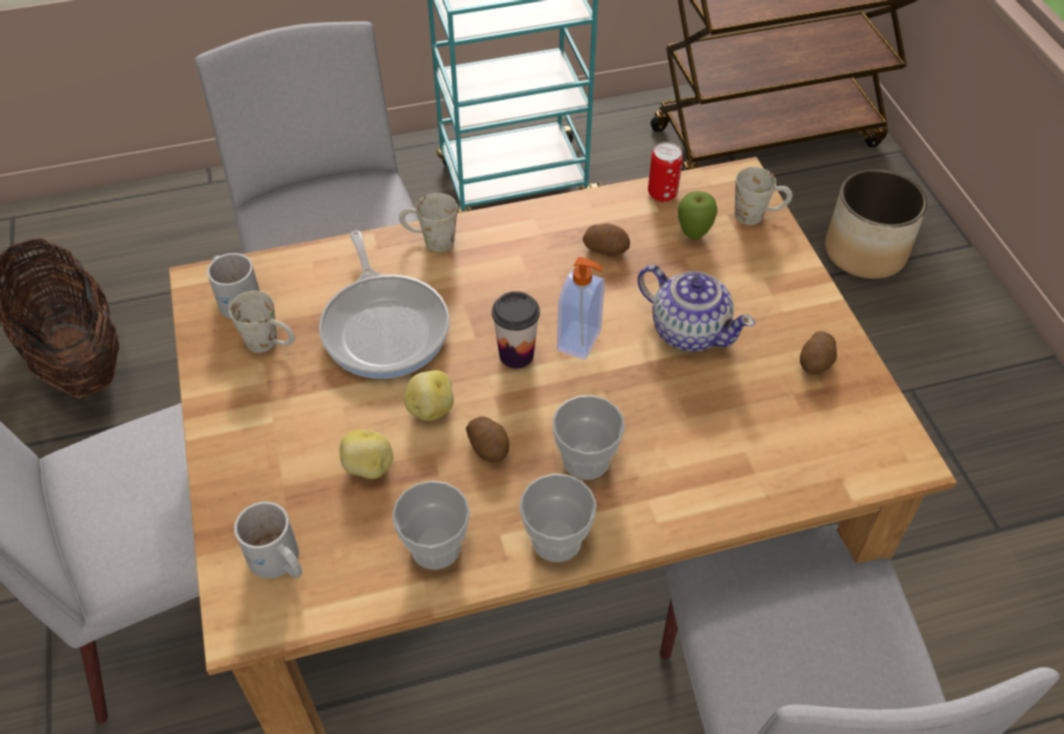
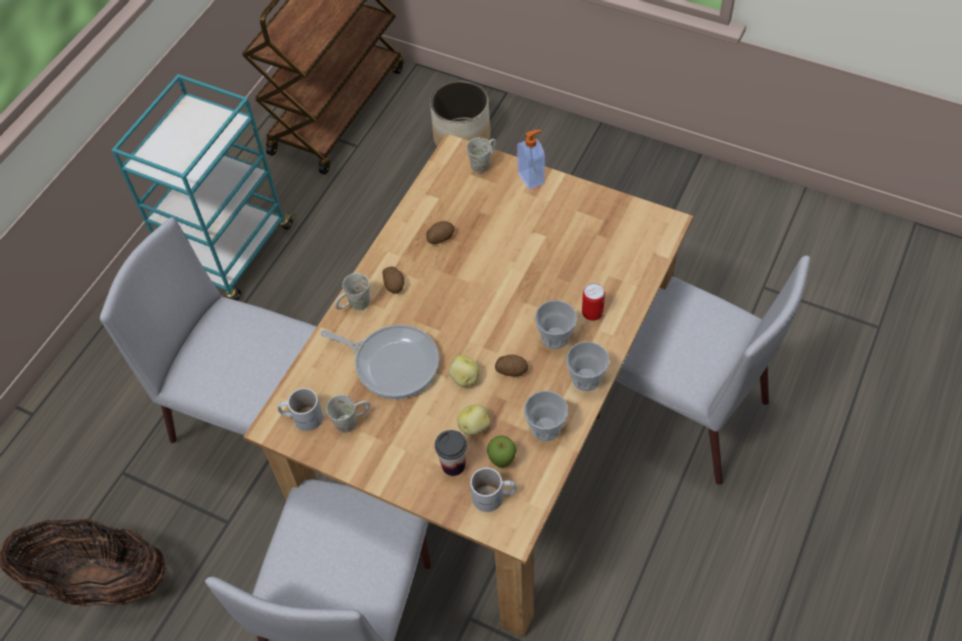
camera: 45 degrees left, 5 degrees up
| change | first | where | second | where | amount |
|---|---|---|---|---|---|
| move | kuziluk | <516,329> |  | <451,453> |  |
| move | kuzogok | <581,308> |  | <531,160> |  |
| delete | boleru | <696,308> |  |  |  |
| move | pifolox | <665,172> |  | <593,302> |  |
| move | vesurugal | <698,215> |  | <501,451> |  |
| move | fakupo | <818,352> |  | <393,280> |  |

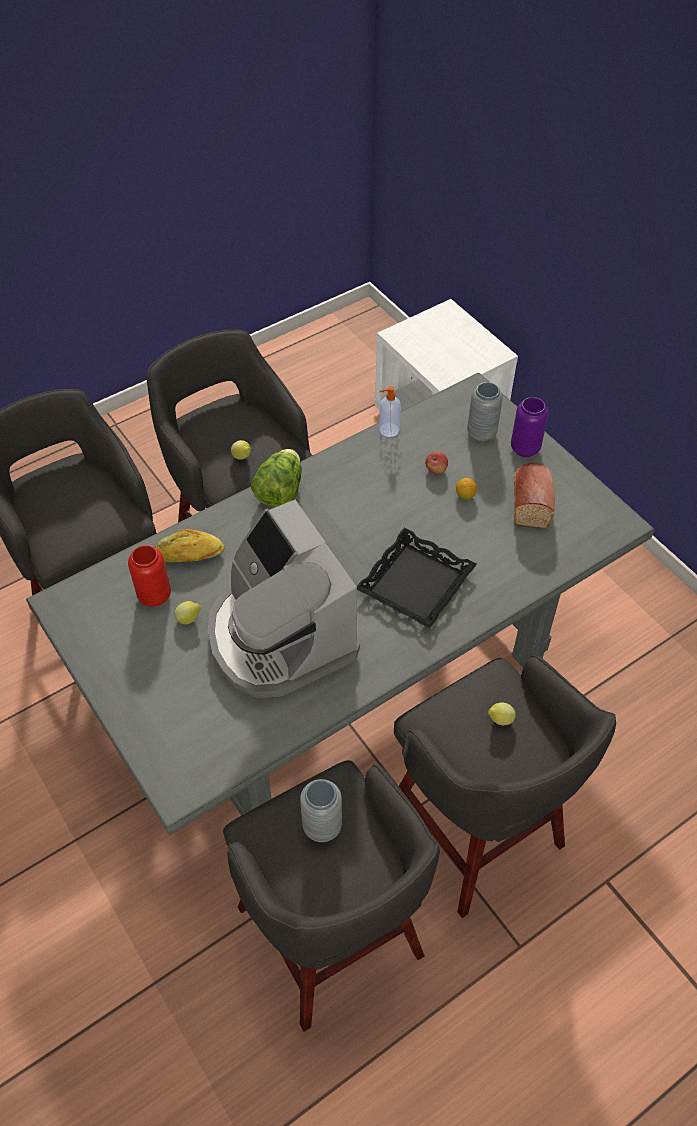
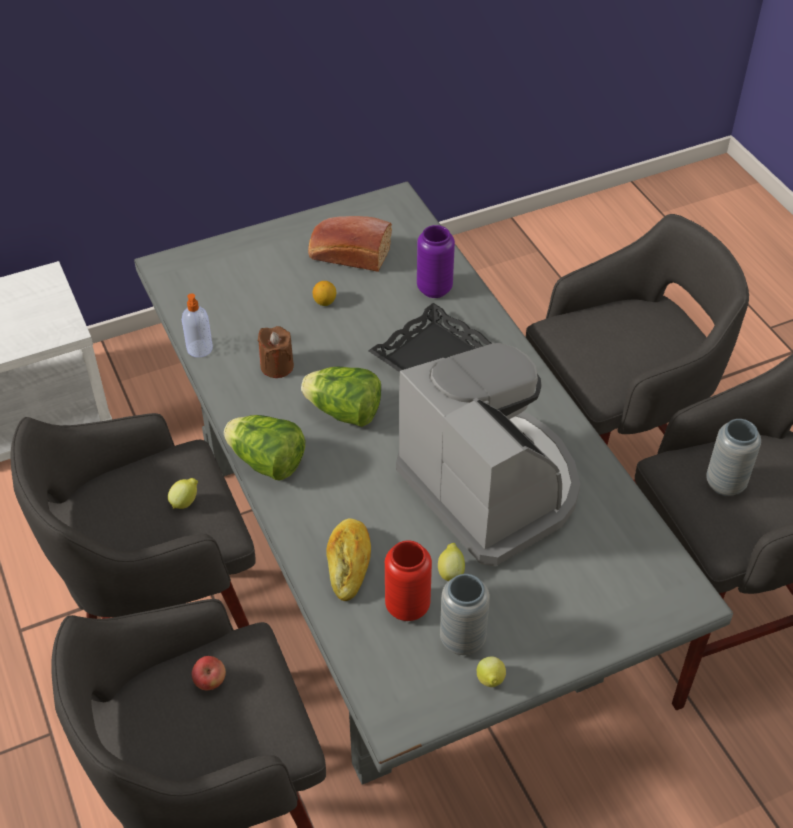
camera: 80 degrees left, 5 degrees down
| change | first | where | second | where | amount |
|---|---|---|---|---|---|
| rotate | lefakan | <284,599> |  | <488,454> | 105 degrees counterclockwise |
| move | vesurugal | <436,463> |  | <209,673> |  |
| move | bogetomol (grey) | <485,412> |  | <465,614> |  |
| move | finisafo | <502,713> |  | <491,671> |  |
| move | bogetomol (purple) | <529,427> |  | <436,261> |  |
| insert |  |  | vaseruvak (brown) | <276,352> |  |
| insert |  |  | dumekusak | <341,397> |  |

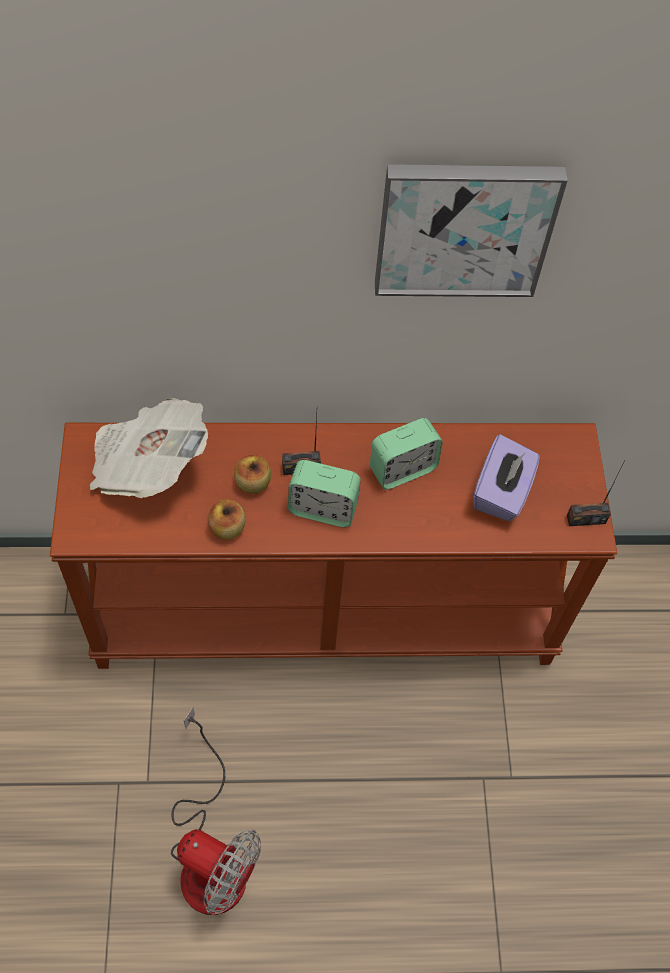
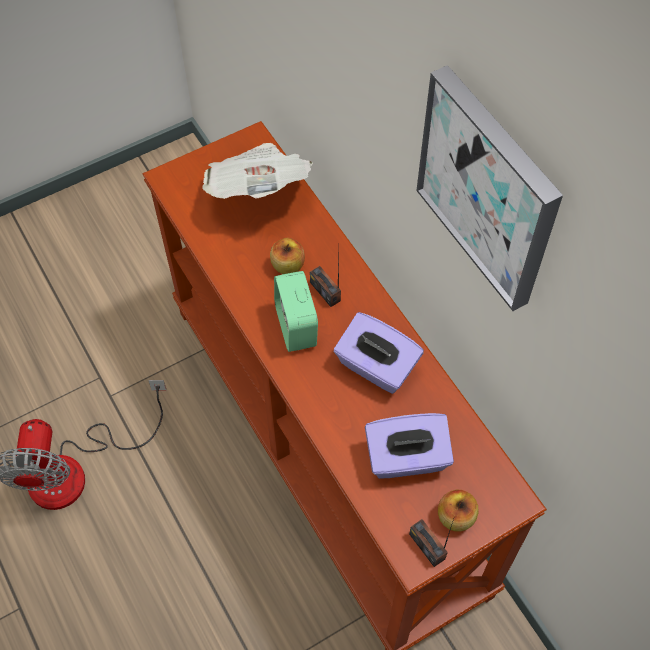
camera: 65 degrees right, 0 degrees up
| change | first | where | second | where | amount |
|---|---|---|---|---|---|
| move | vesurugal | <226,519> |  | <458,511> |  |
| replace | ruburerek | <406,454> | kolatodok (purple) | <379,353> |  |

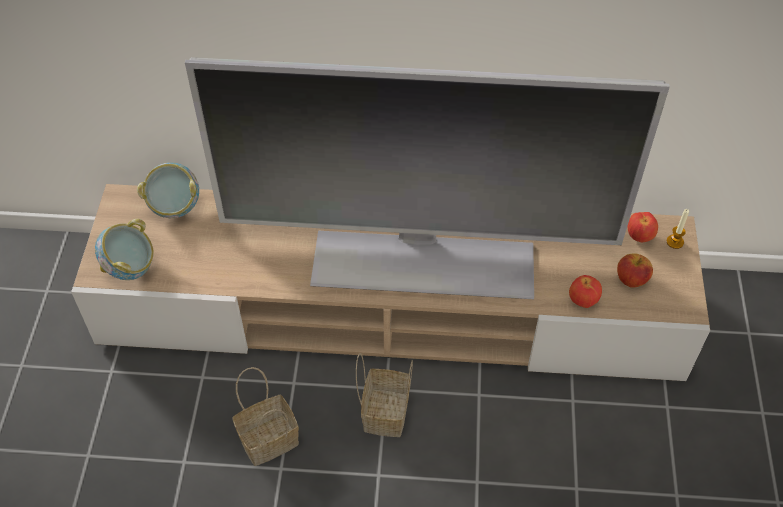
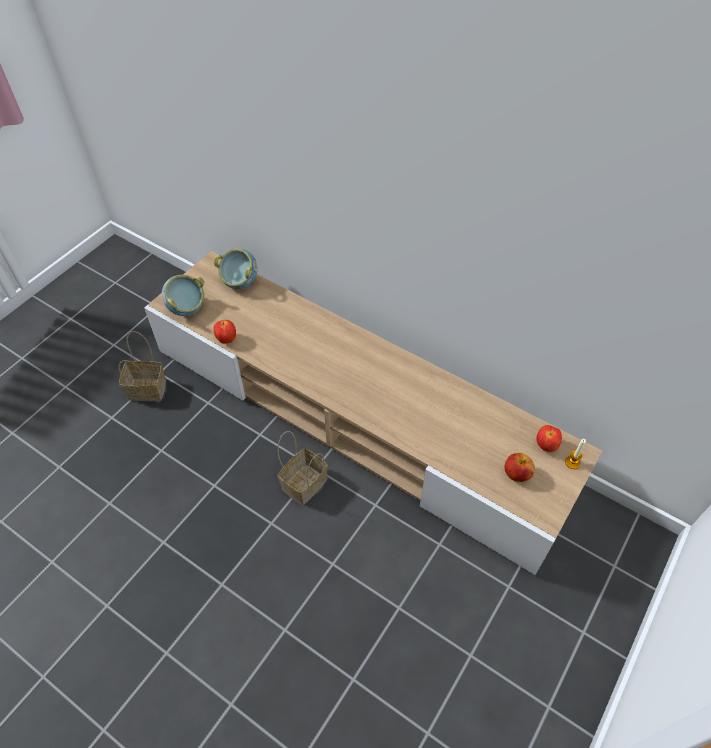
camera: 30 degrees right, 0 degrees up
| change | first | where | second | where | amount |
|---|---|---|---|---|---|
| delete | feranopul | <427,178> |  |  |  |
| move | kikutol | <265,416> |  | <142,366> |  |
| move | vesurugal | <585,291> |  | <225,332> |  |

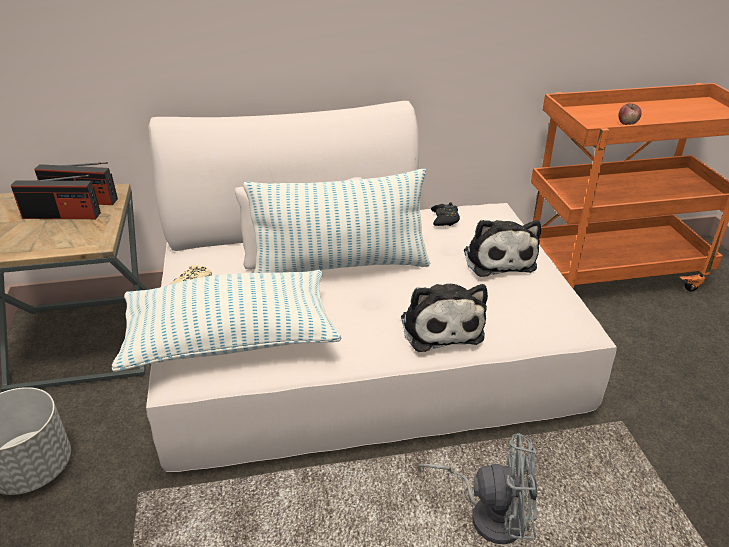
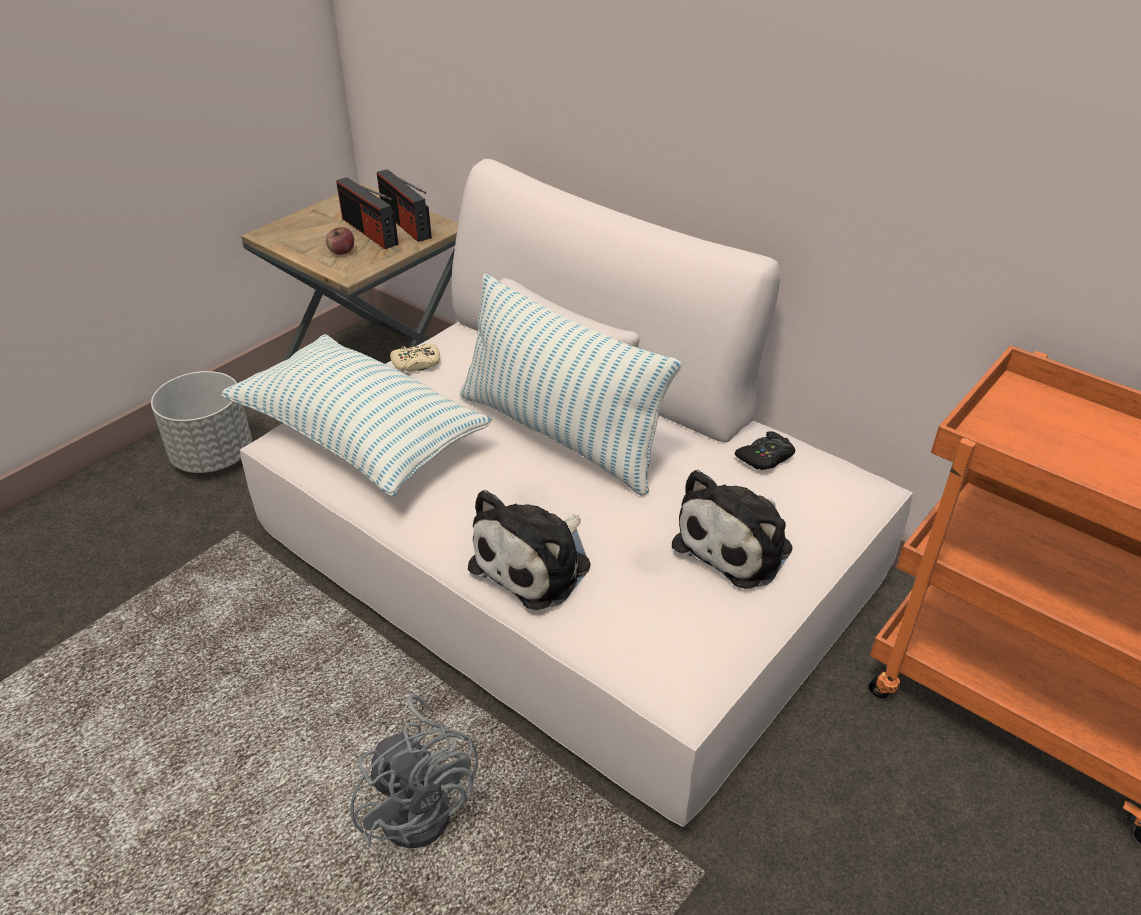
camera: 50 degrees right, 5 degrees up
| change | first | where | second | where | amount |
|---|---|---|---|---|---|
| move | vesurugal | <630,114> |  | <340,241> |  |

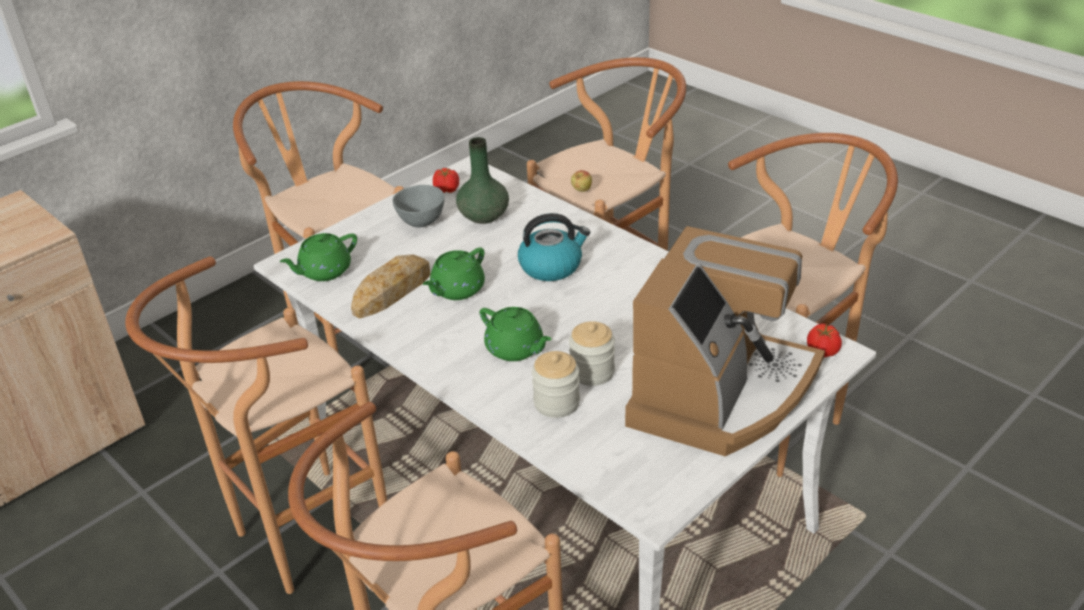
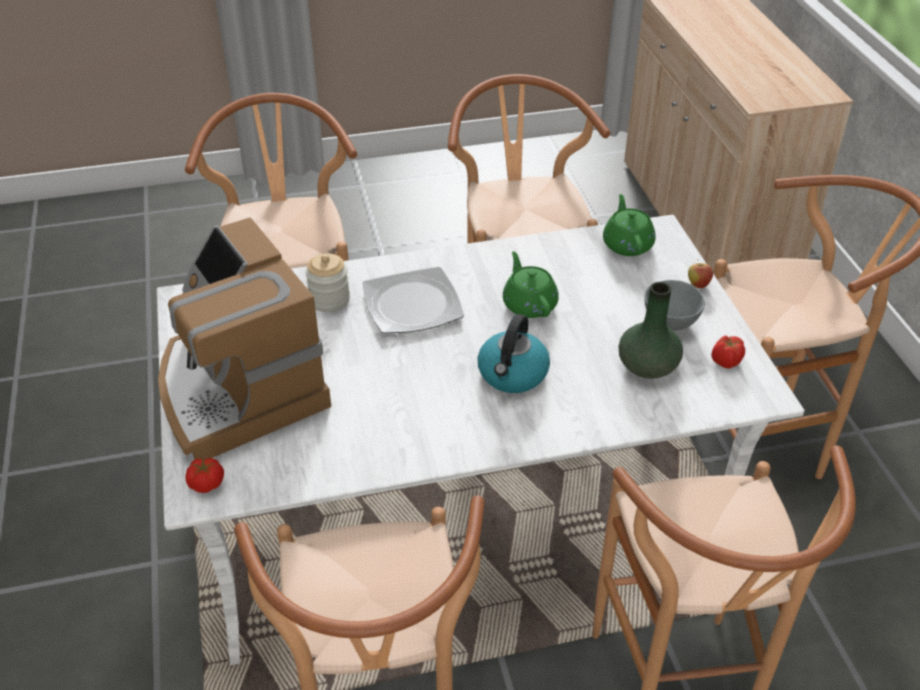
camera: 120 degrees right, 5 degrees up
| change | first | where | second | where | amount |
|---|---|---|---|---|---|
| delete | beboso | <391,286> |  |  |  |
| replace | boleru (green) | <516,334> | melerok | <413,300> |  |
| delete | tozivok | <592,353> |  |  |  |
| move | vesurugal | <581,181> |  | <700,274> |  |

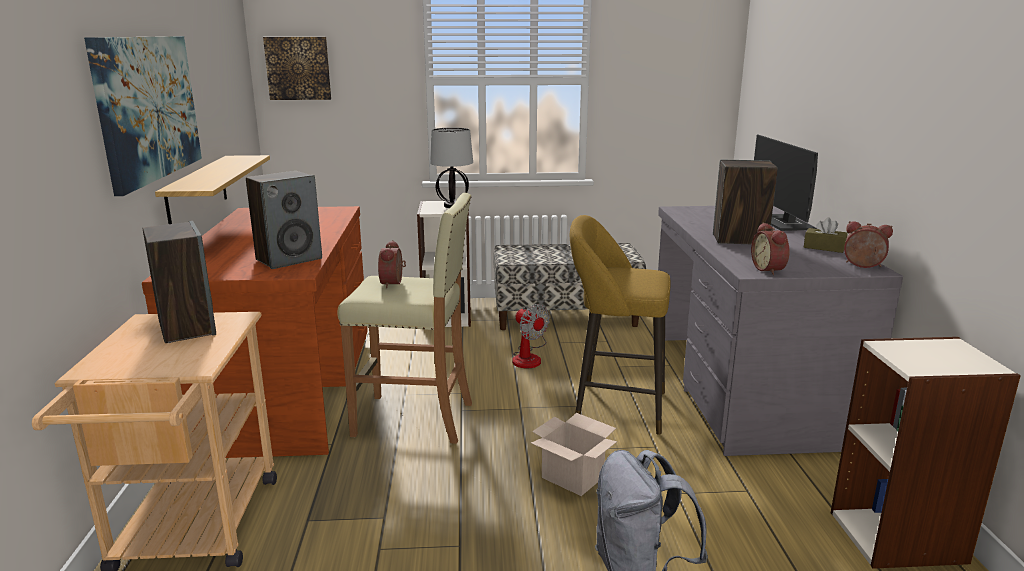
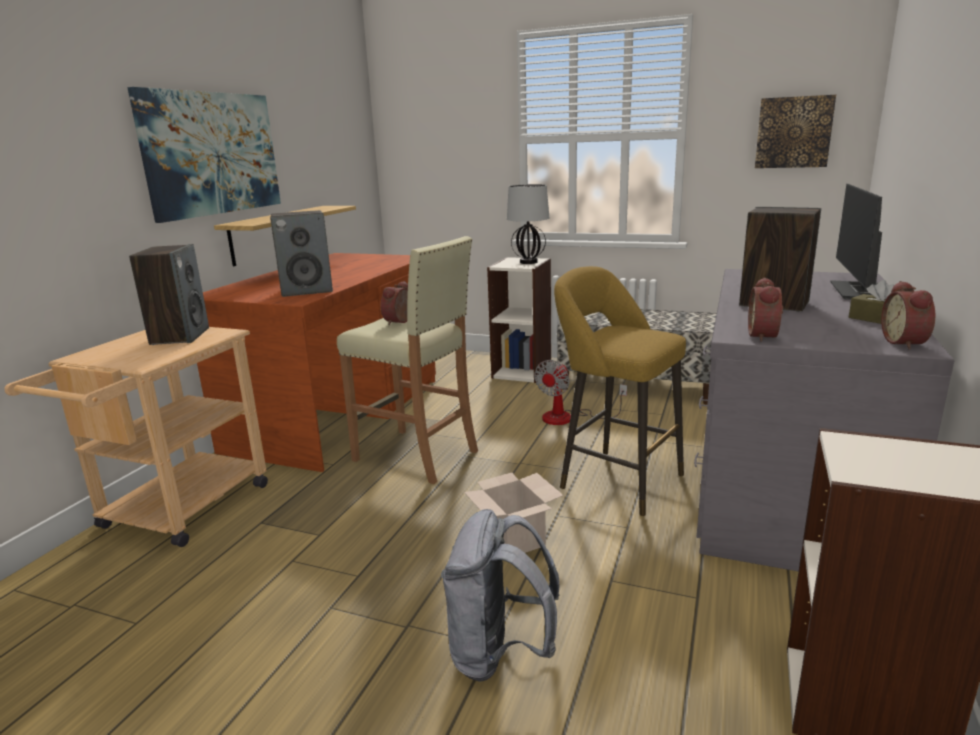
camera: 25 degrees right, 0 degrees up
| change | first | where | second | where | amount |
|---|---|---|---|---|---|
| move | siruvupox | <297,68> |  | <795,131> |  |
| rotate | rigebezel | <531,336> |  | <580,392> | 45 degrees clockwise |
| rotate | ruburerek | <868,244> |  | <908,315> | 135 degrees counterclockwise |

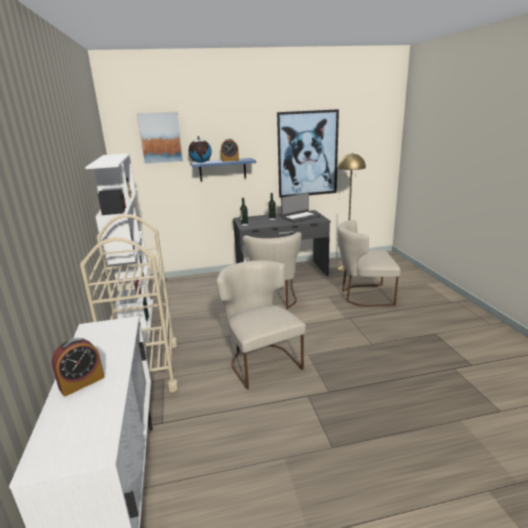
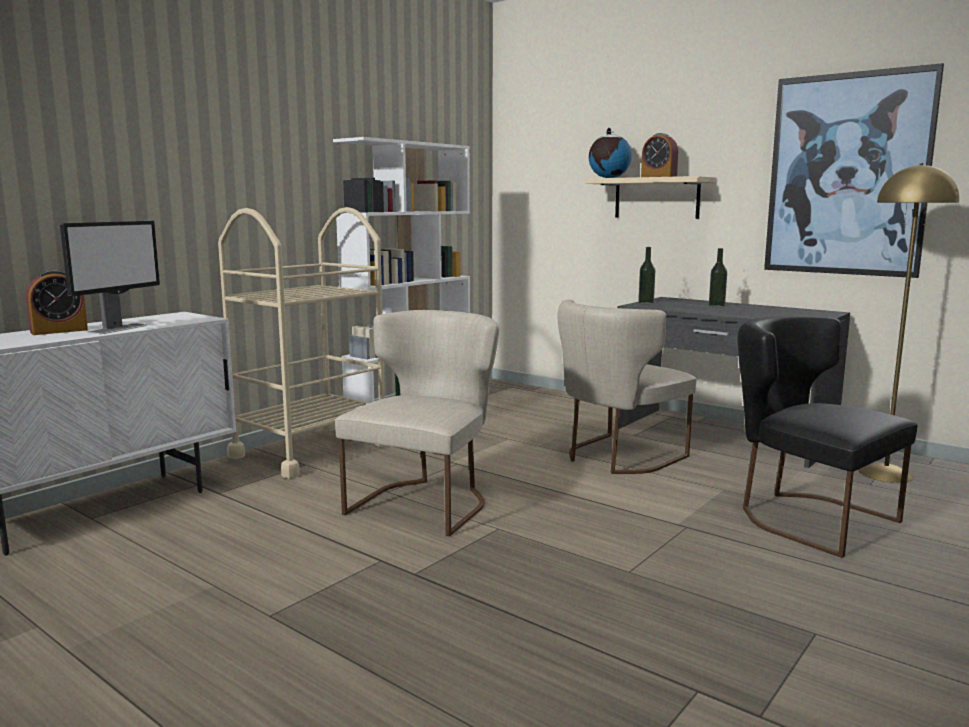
camera: 50 degrees right, 10 degrees down
| change | first | where | second | where | amount |
|---|---|---|---|---|---|
| rotate | ruburerek | <78,367> |  | <57,302> | 45 degrees counterclockwise |
| delete | siruvupox | <160,137> |  |  |  |
| recolor | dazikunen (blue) | <223,170> | dazikunen (beige) | <650,197> |  |
| delete | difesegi | <301,207> |  |  |  |
| recolor | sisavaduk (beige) | <368,263> | sisavaduk (black) | <827,437> |  |
| insert |  |  | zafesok | <110,277> |  |

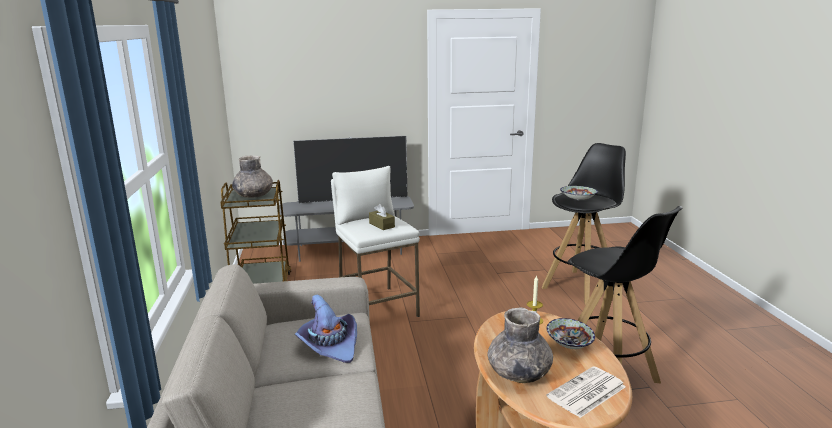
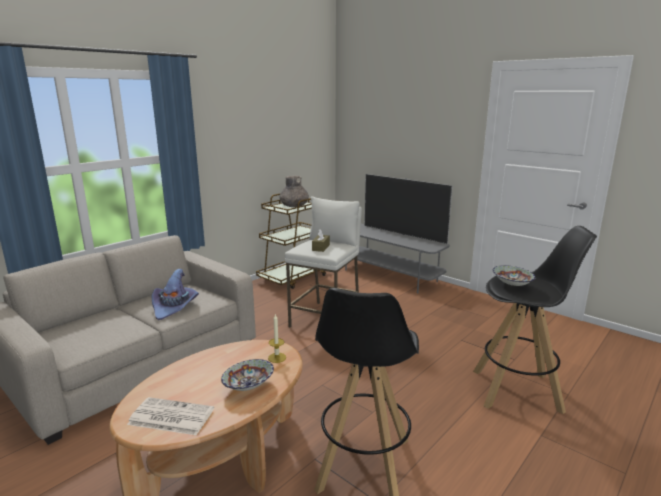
camera: 50 degrees right, 0 degrees up
| change | first | where | second | where | amount |
|---|---|---|---|---|---|
| delete | bogetomol (grey) | <520,345> |  |  |  |

